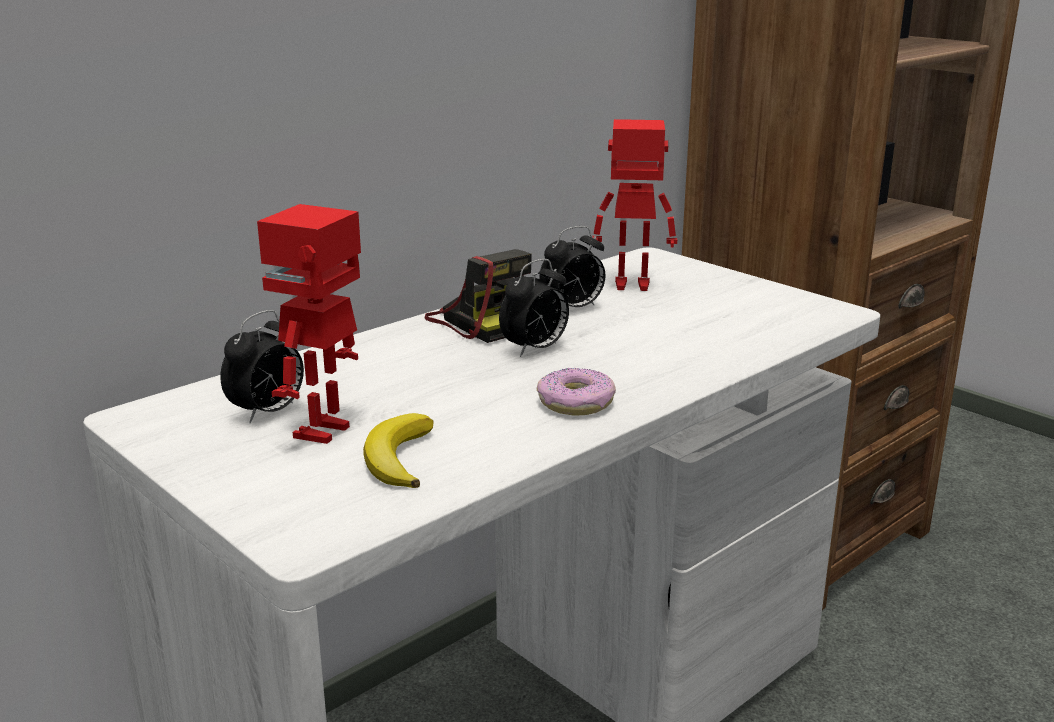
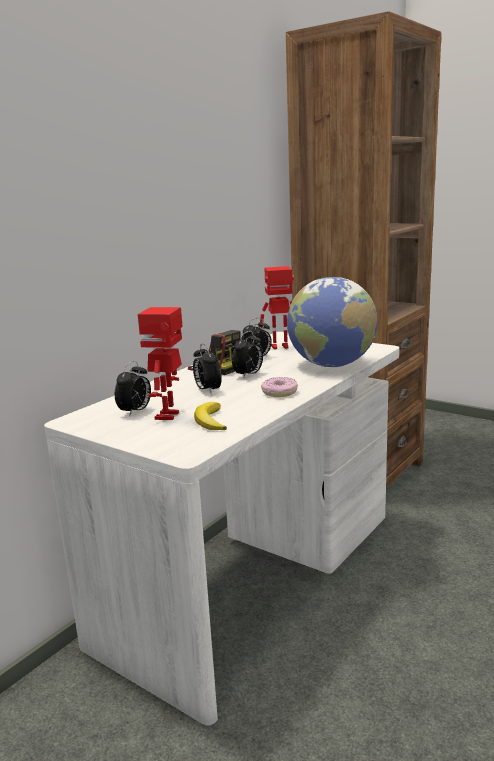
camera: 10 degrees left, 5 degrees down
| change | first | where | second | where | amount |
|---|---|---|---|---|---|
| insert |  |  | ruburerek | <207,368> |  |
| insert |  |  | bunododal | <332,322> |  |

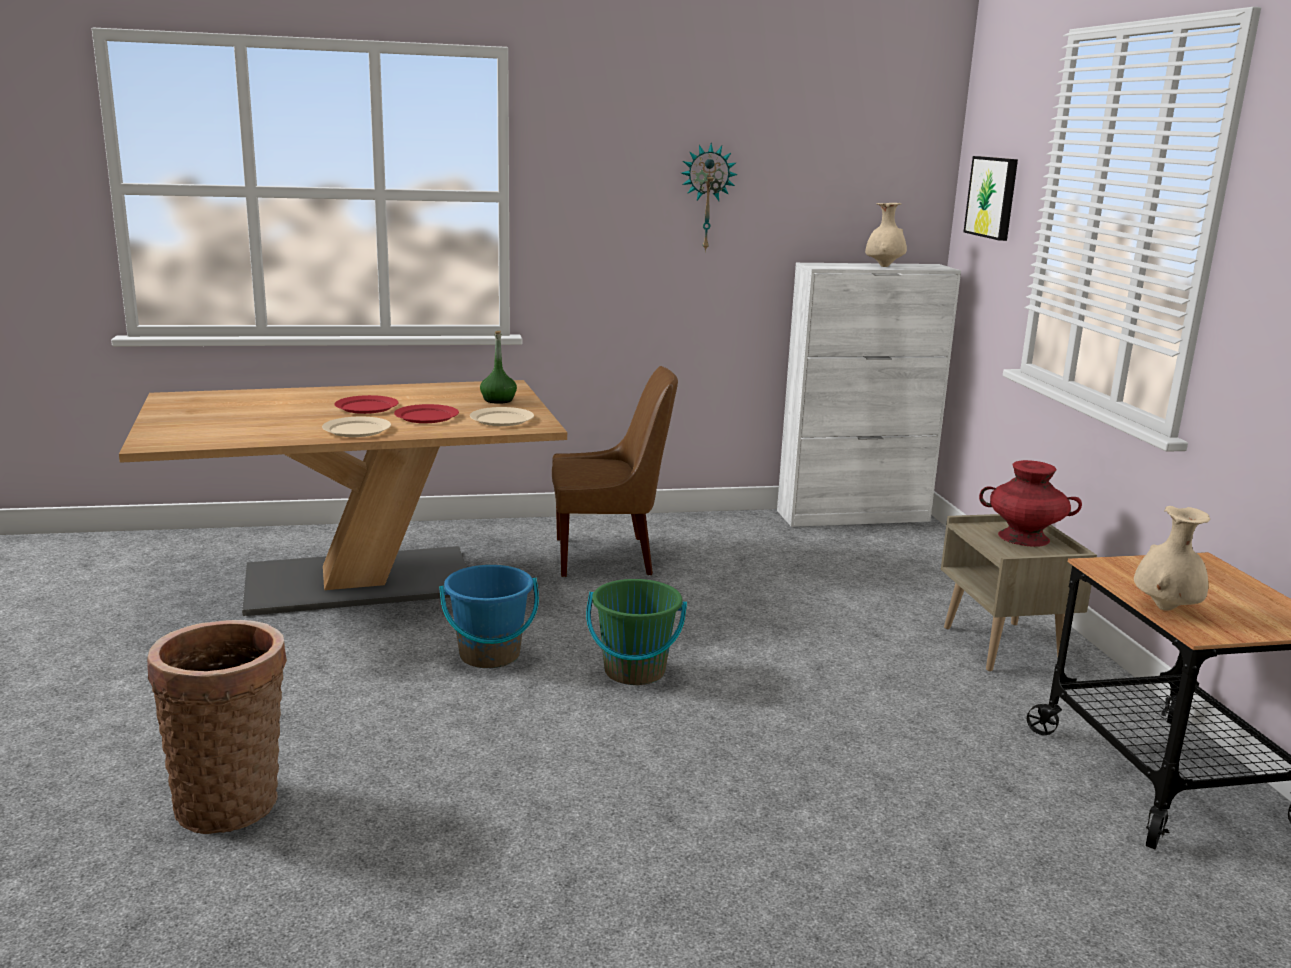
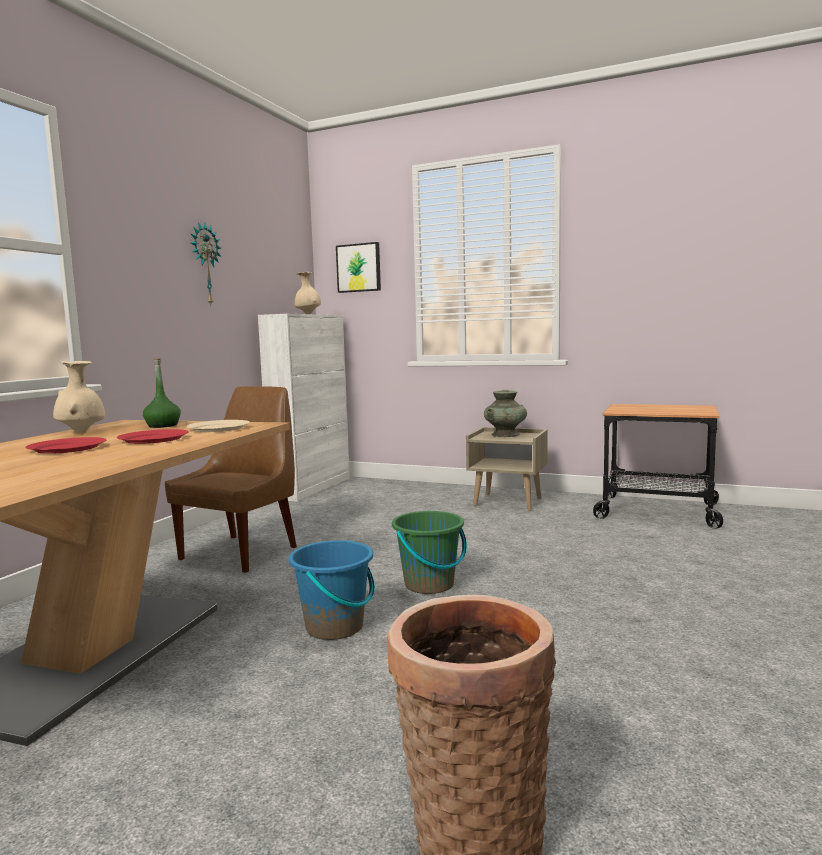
camera: 55 degrees left, 10 degrees down
| change | first | where | second | where | amount |
|---|---|---|---|---|---|
| delete | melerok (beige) | <356,427> |  |  |  |
| recolor | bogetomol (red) | <1030,503> | bogetomol (turquoise) | <505,413> |  |
| move | bogetomol (beige) | <1172,558> |  | <79,397> |  |

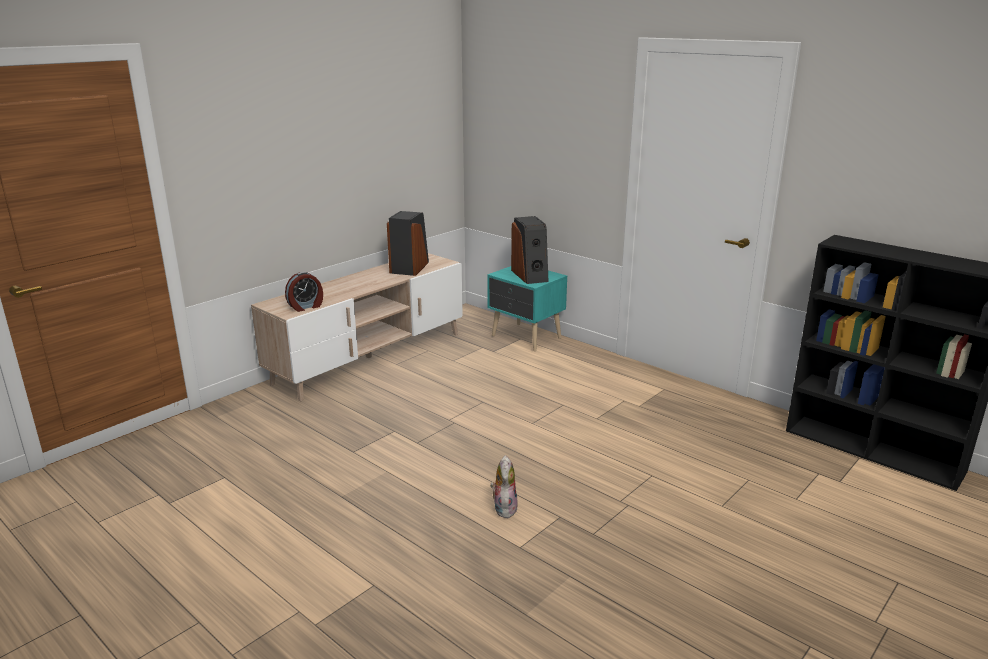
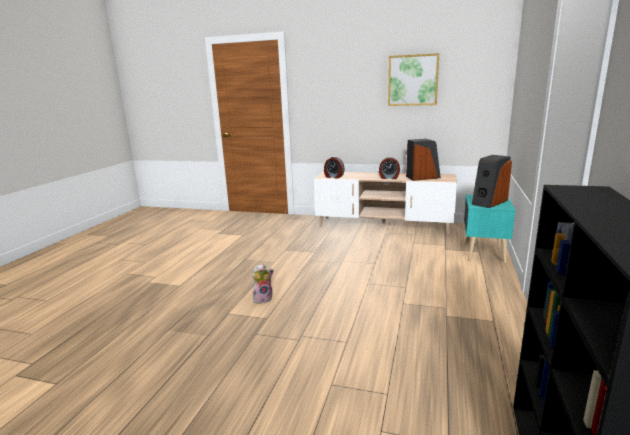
camera: 65 degrees right, 5 degrees down
| change | first | where | second | where | amount |
|---|---|---|---|---|---|
| insert |  |  | ruburerek | <389,168> |  |
| insert |  |  | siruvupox | <413,79> |  |

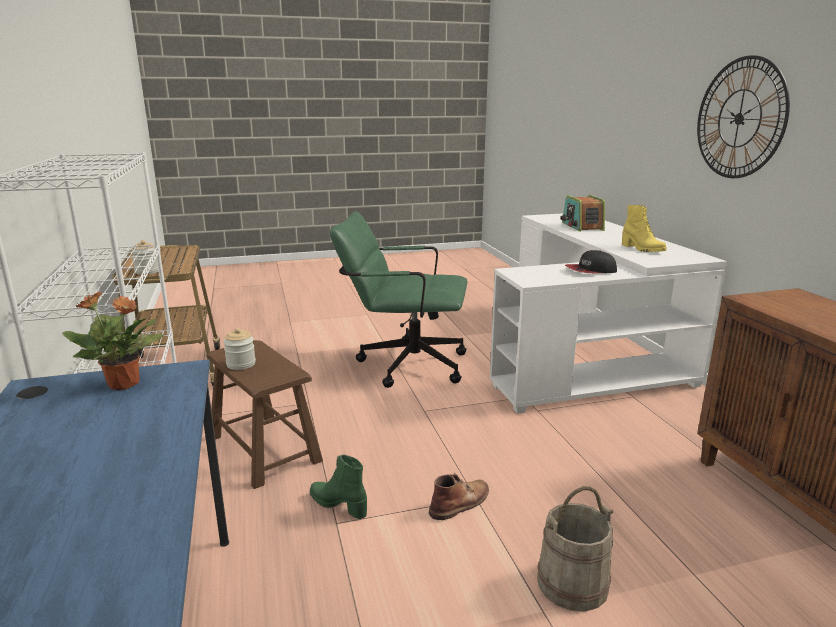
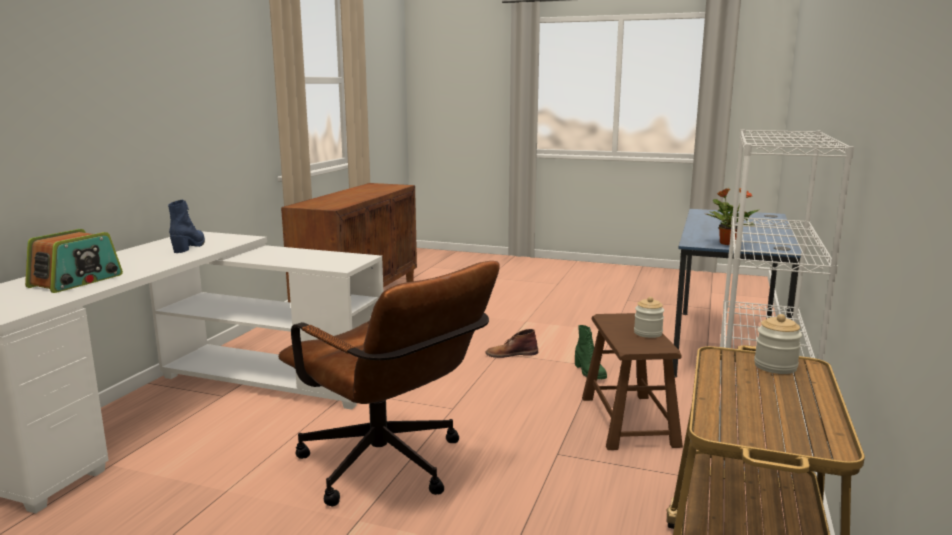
camera: 145 degrees left, 5 degrees down
| change | first | where | second | where | amount |
|---|---|---|---|---|---|
| recolor | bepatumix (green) | <399,299> | bepatumix (brown) | <389,383> |  |
| delete | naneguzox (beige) | <575,549> |  |  |  |
| delete | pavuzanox | <591,261> |  |  |  |
| recolor | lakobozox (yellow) | <644,228> | lakobozox (blue) | <186,226> |  |
| delete | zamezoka | <743,116> |  |  |  |

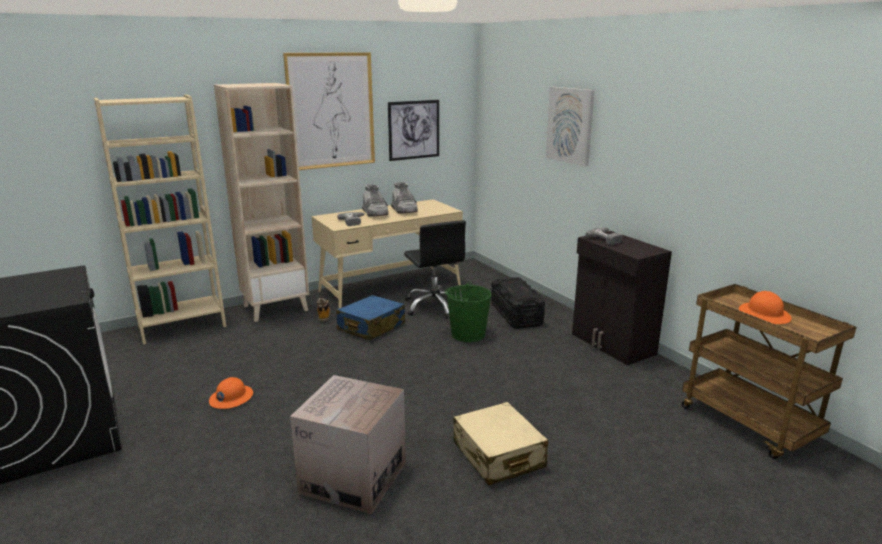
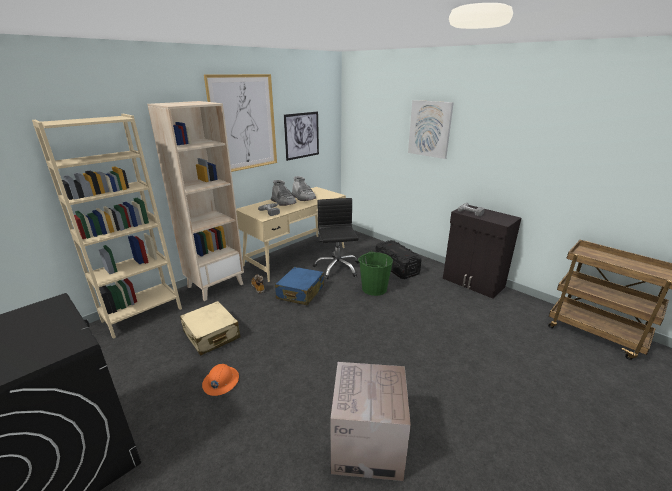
camera: 15 degrees left, 5 degrees up
| change | first | where | second | where | amount |
|---|---|---|---|---|---|
| rotate | bepatumix (black) | <435,269> |  | <336,238> | 150 degrees counterclockwise |
| move | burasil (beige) | <500,443> |  | <210,328> |  |
| delete | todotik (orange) | <765,307> |  |  |  |

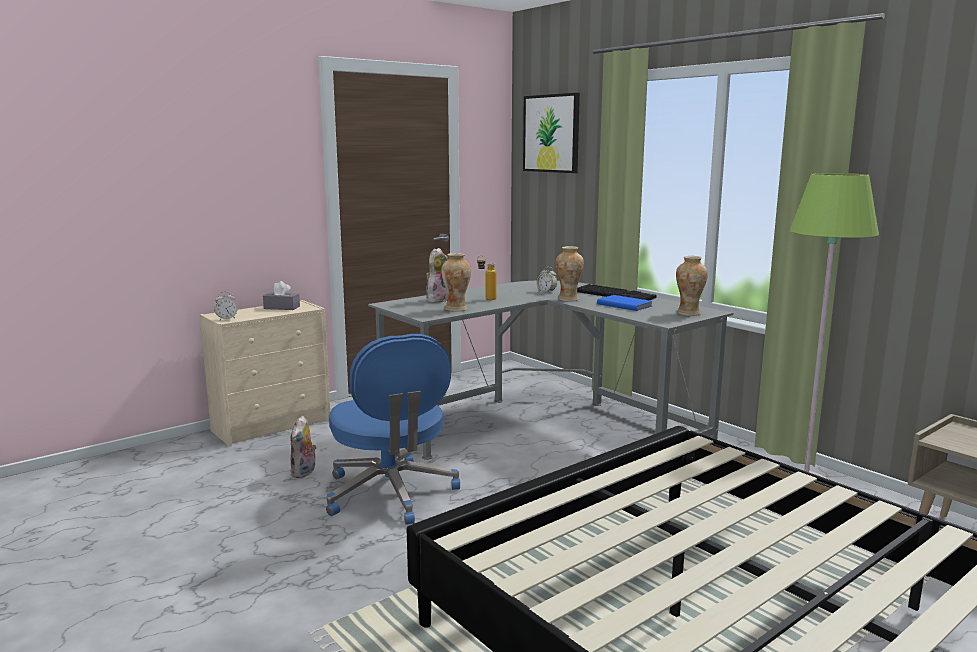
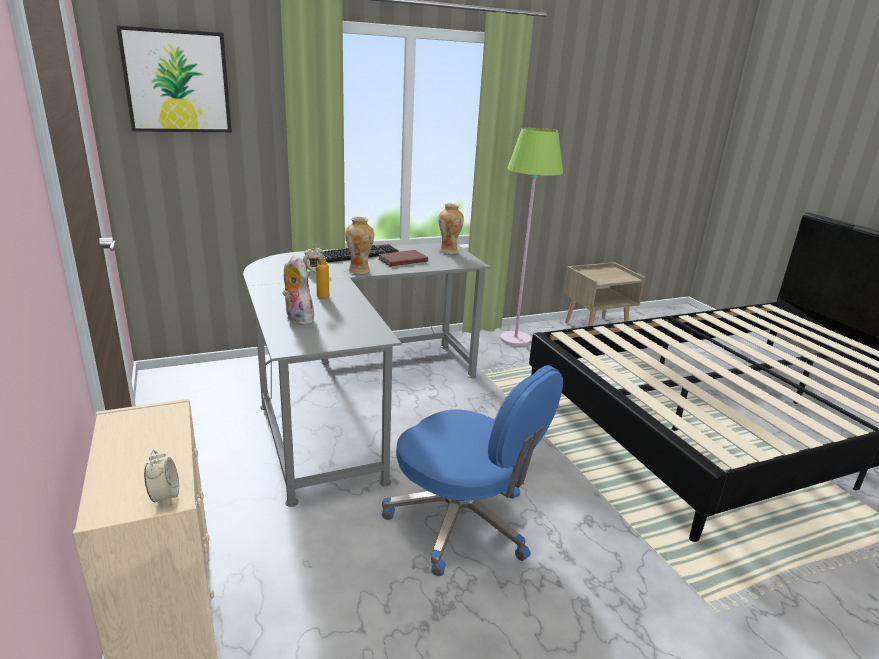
camera: 75 degrees left, 10 degrees up
| change | first | where | second | where | amount |
|---|---|---|---|---|---|
| delete | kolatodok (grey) | <281,295> |  |  |  |
| delete | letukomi | <303,447> |  |  |  |
| rotate | bepatumix (blue) | <393,429> |  | <472,470> | 45 degrees clockwise |
| delete | bogetomol | <456,282> |  |  |  |
| recolor | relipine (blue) | <624,303> | relipine (brown) | <403,258> |  |

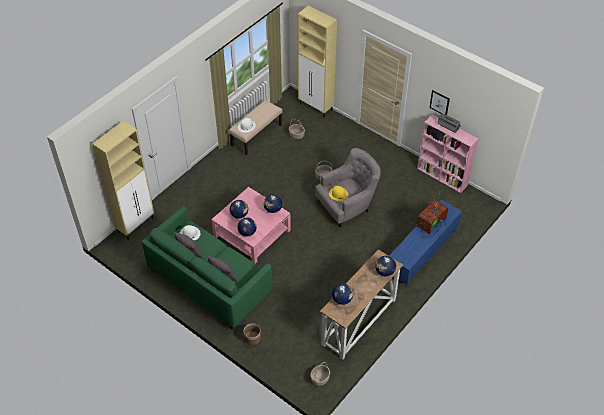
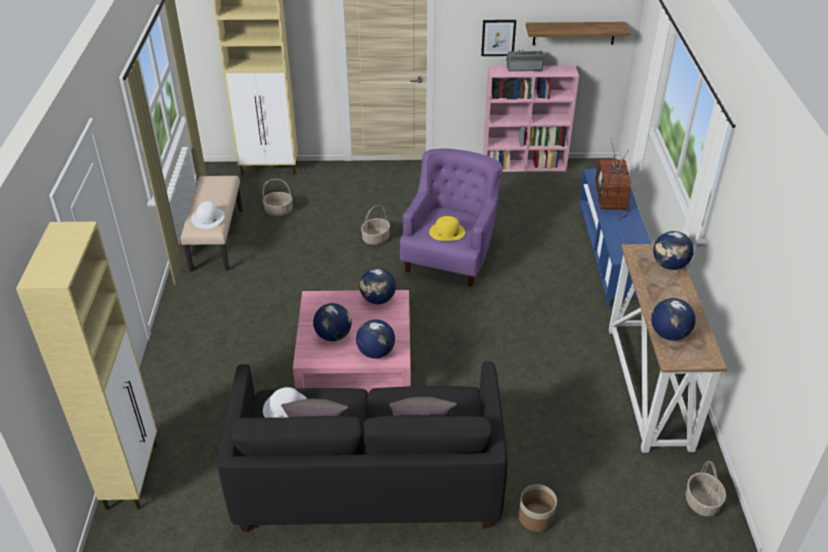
camera: 40 degrees left, 10 degrees down
| change | first | where | second | where | amount |
|---|---|---|---|---|---|
| recolor | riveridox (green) | <207,268> | riveridox (black) | <363,446> |  |
| recolor | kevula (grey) | <348,188> | kevula (purple) | <451,217> |  |
| insert |  |  | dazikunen | <578,33> |  |

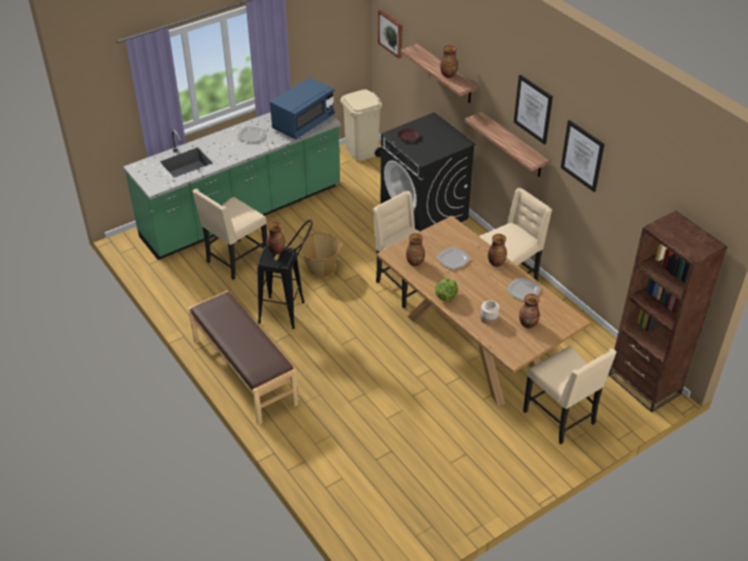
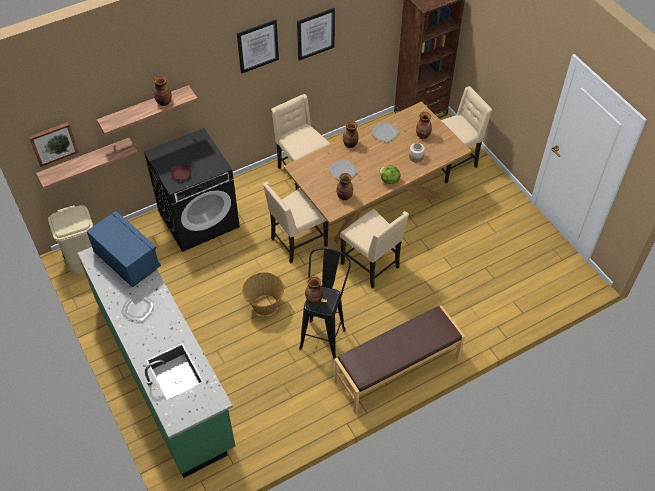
camera: 85 degrees left, 10 degrees up
| change | first | where | second | where | amount |
|---|---|---|---|---|---|
| move | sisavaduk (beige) | <229,234> |  | <374,248> |  |
| move | dazikunen | <507,144> |  | <87,163> |  |

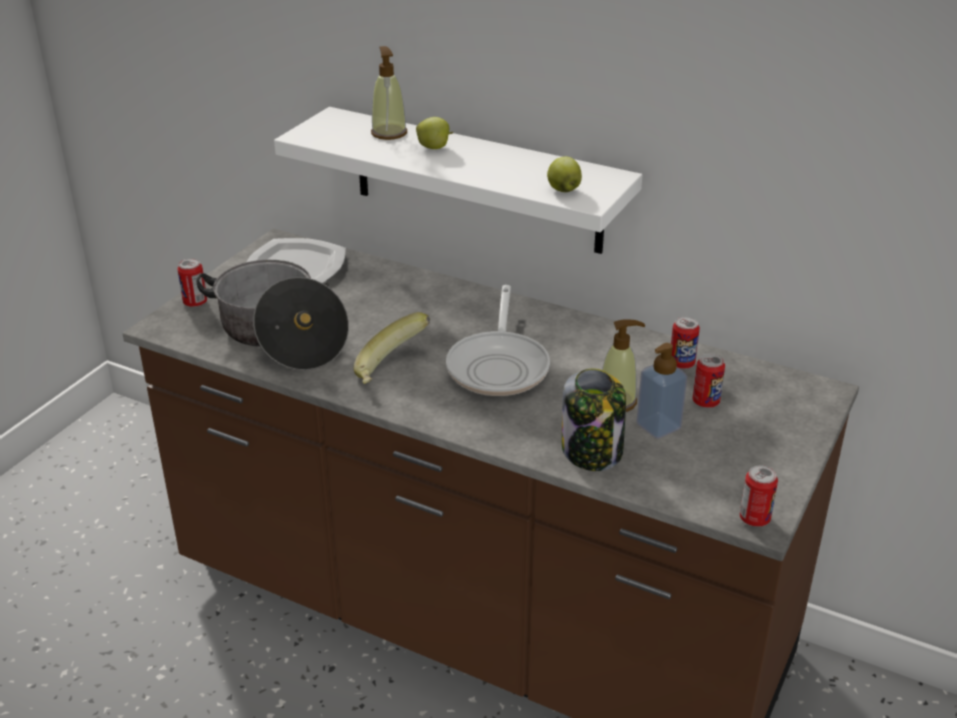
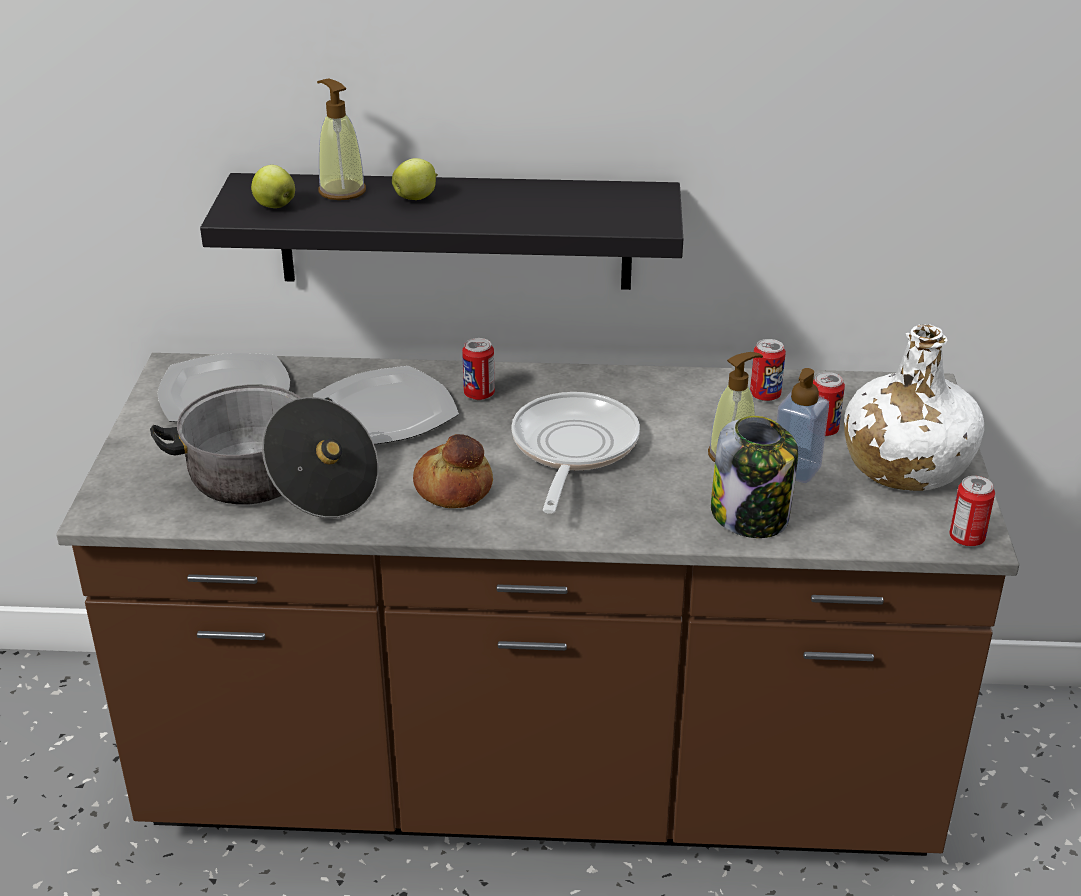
camera: 25 degrees left, 0 degrees up
| change | first | where | second | where | amount |
|---|---|---|---|---|---|
| move | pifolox | <192,282> |  | <478,369> |  |
| recolor | dazikunen (white) | <458,180> | dazikunen (black) | <441,231> |  |
| replace | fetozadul | <392,348> | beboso | <453,471> |  |
| rotate | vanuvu | <498,340> |  | <575,453> | 150 degrees counterclockwise |
| move | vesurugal | <564,174> |  | <273,186> |  |
| insert |  |  | melerok | <386,405> |  |
| insert |  |  | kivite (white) | <914,408> |  |

